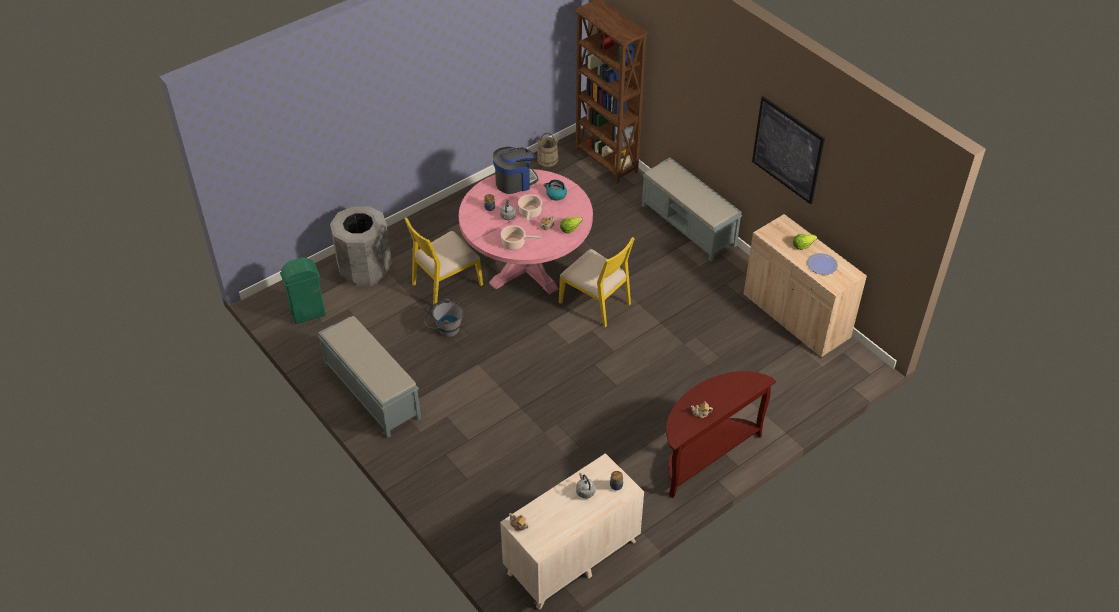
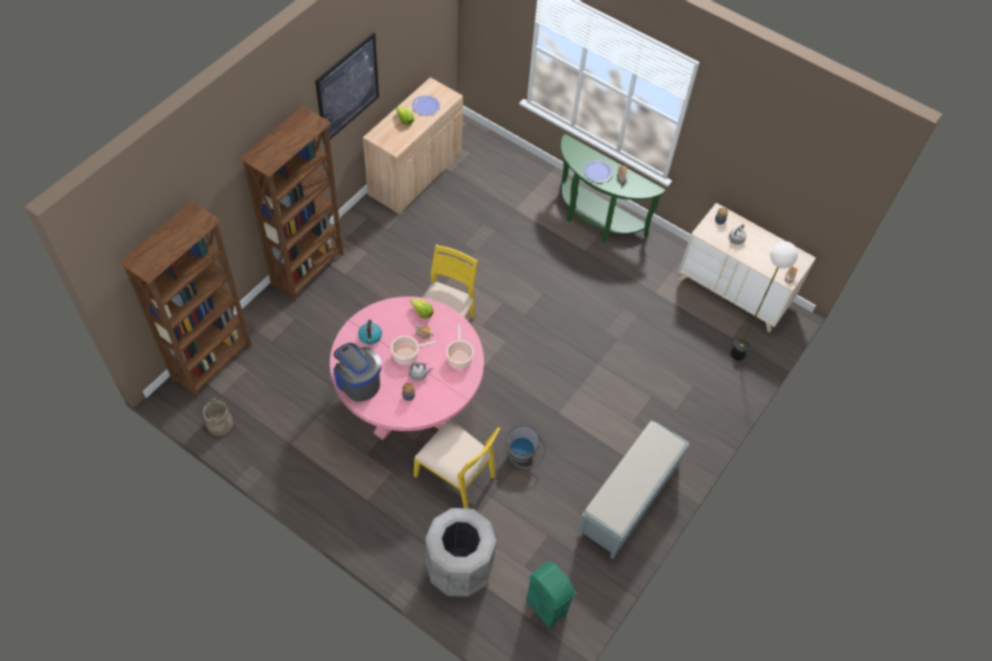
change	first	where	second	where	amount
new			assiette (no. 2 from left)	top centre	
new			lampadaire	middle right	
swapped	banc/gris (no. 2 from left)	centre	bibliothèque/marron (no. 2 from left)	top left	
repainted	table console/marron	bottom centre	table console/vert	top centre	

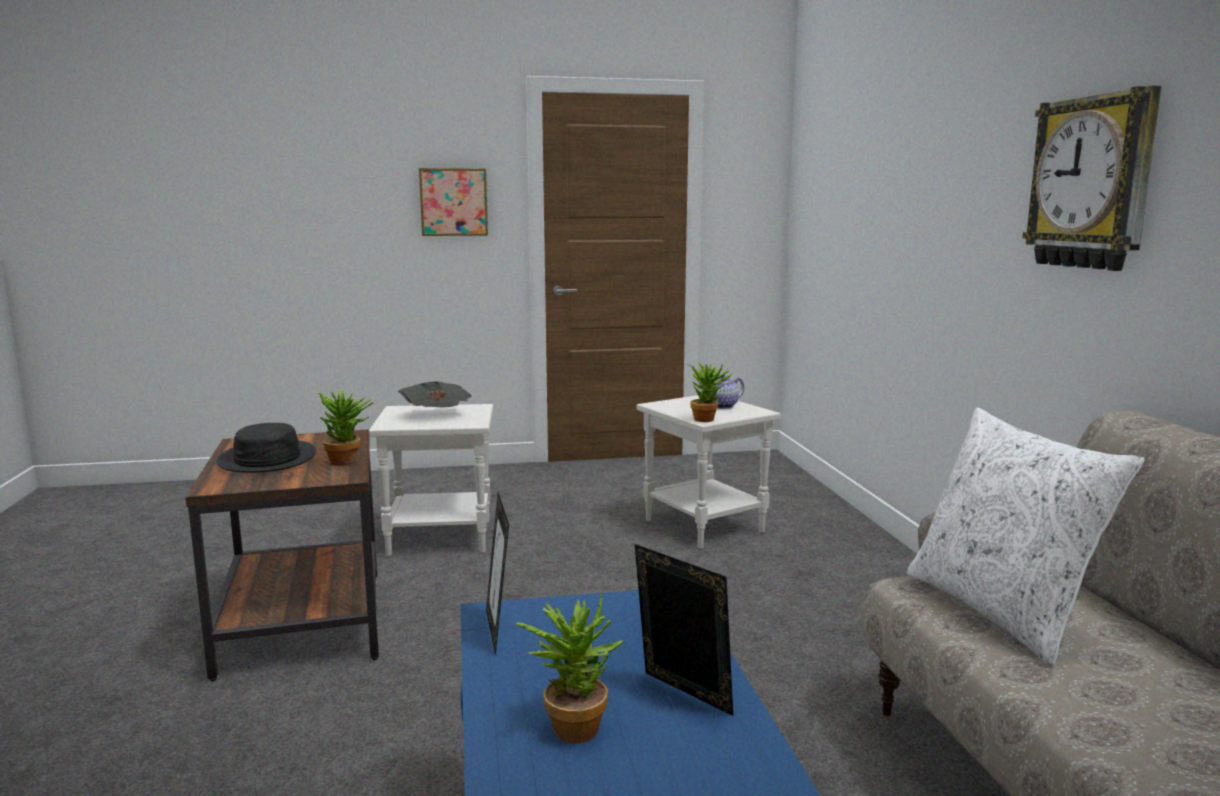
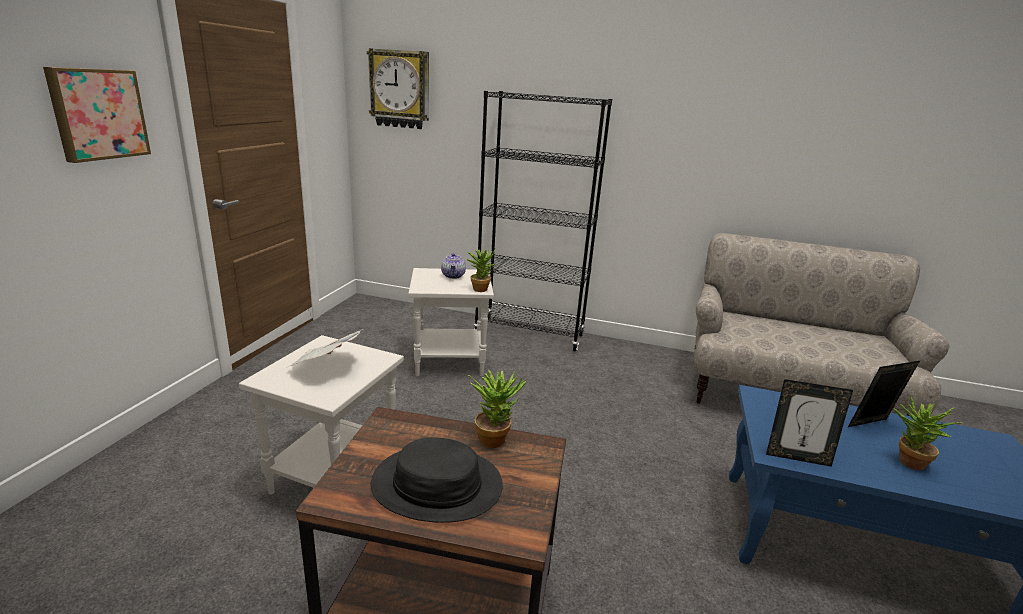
change	first	where	second	where	amount
gone	coussin/blanc	bottom right			
new			bibliothèque/noir	centre	
shifted	horloge murale	top right		top centre	

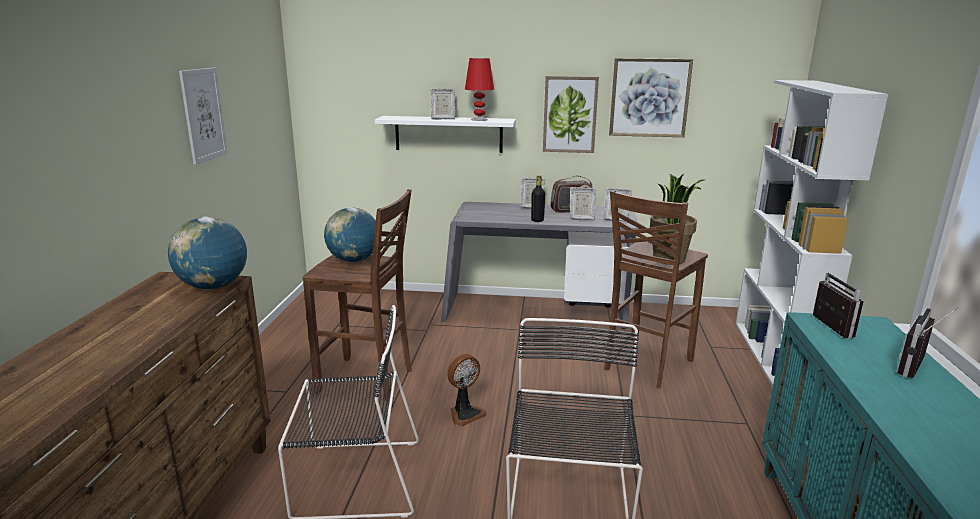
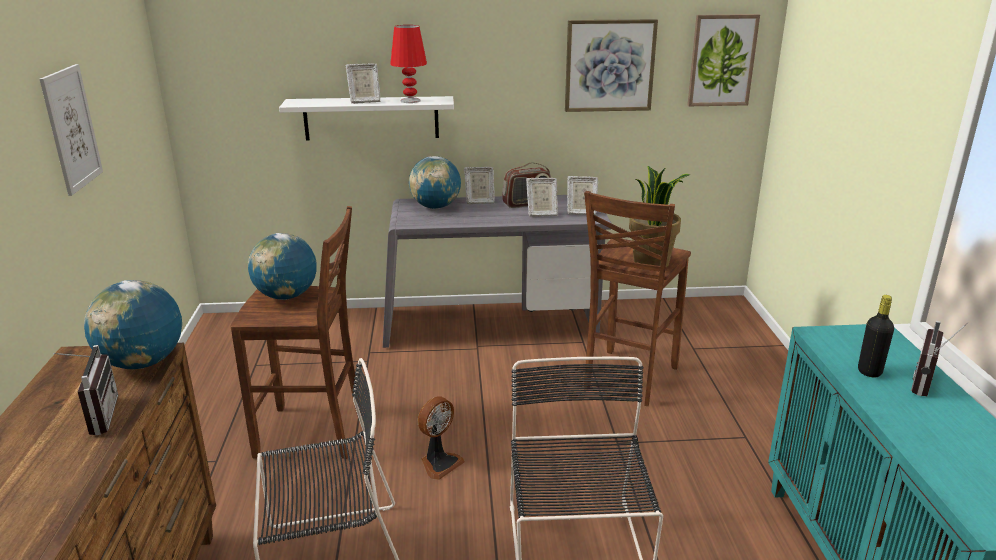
change	first	where	second	where	amount
gone	bibliothèque/blanc	middle right			
new			globe (no. 3 from left)	top centre	
shifted	bouteille/noir	centre		middle right	
shifted	tableau (no. 2 from left in the first image)	top centre	tableau (no. 3 from left)	top right	
shifted	radio (no. 2 from left in the first image)	middle right	radio (no. 1 from left)	bottom left	

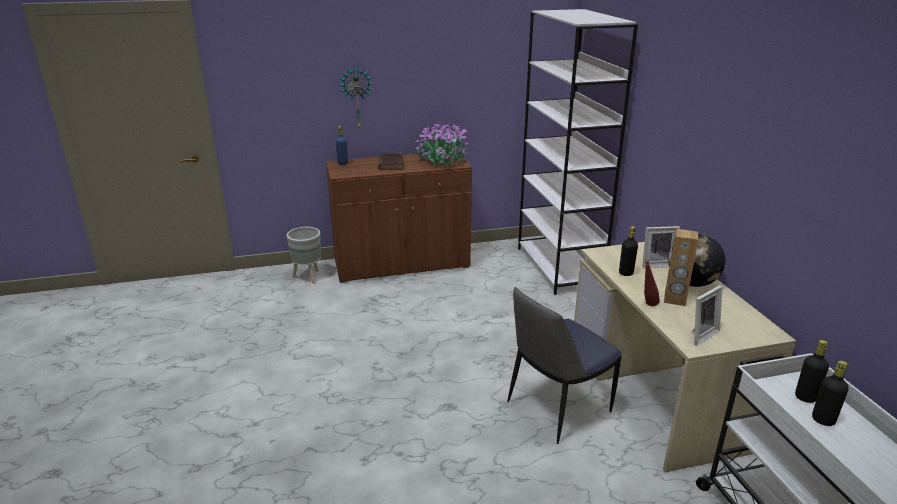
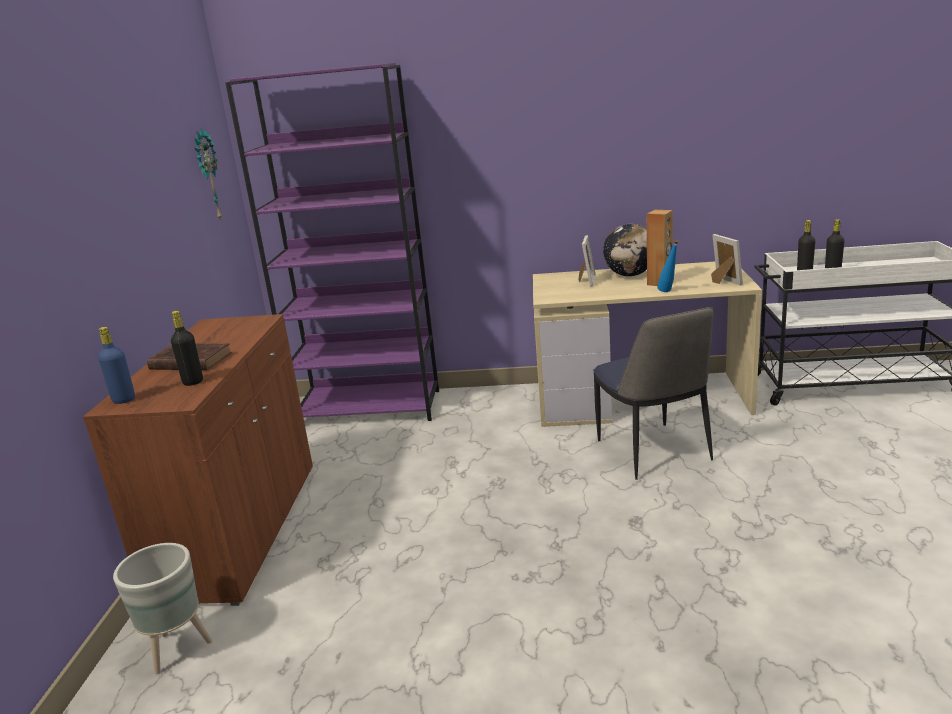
change	first	where	second	where	amount
gone	plante en pot	top centre			
shifted	horloge murale	top centre		top left	
shifted	bouteille/noir (no. 1 from left)	middle right		middle left	
repainted	bibliothèque/blanc	top centre	bibliothèque/violet	centre	
repainted	bouteille/rouge	middle right	bouteille/bleu (no. 2 from left)	middle right	

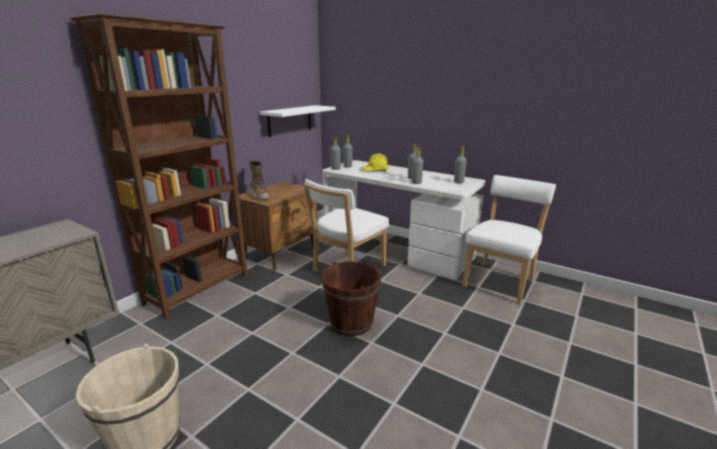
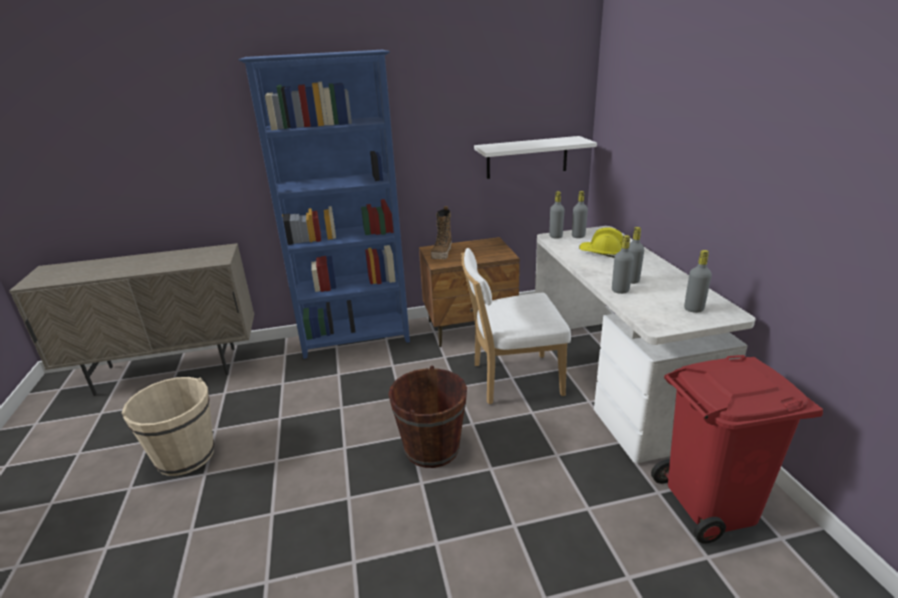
change	first	where	second	where	amount
swapped	chaise/blanc (no. 2 from left)	middle right	poubelle/rouge	bottom right	
repainted	bibliothèque/marron	middle left	bibliothèque/bleu	centre	

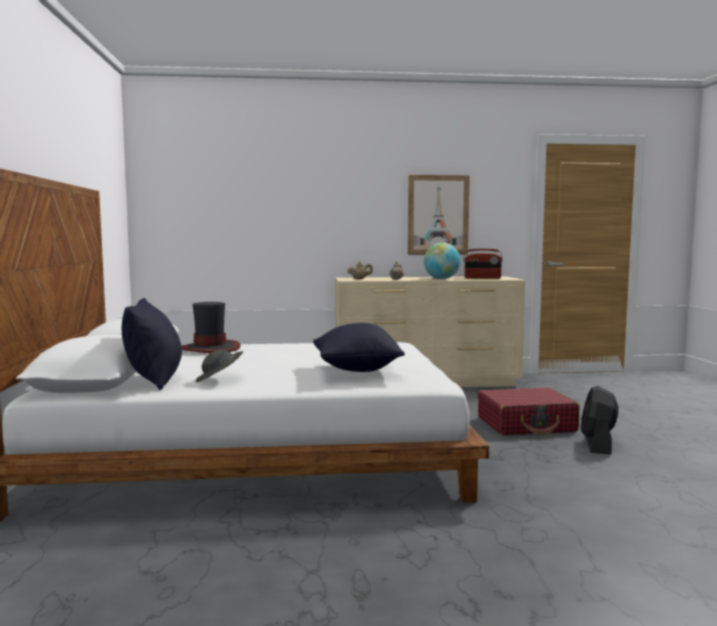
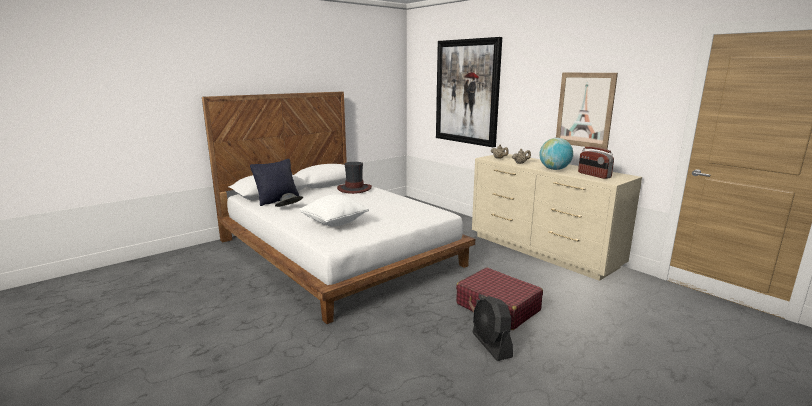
change	first	where	second	where	amount
new			tableau (no. 1 from left)	top centre	
repainted	coussin/noir (no. 2 from left)	centre	coussin/blanc	centre	
rotated	ventilateur/noir	bottom right		bottom centre	90 degrees counterclockwise

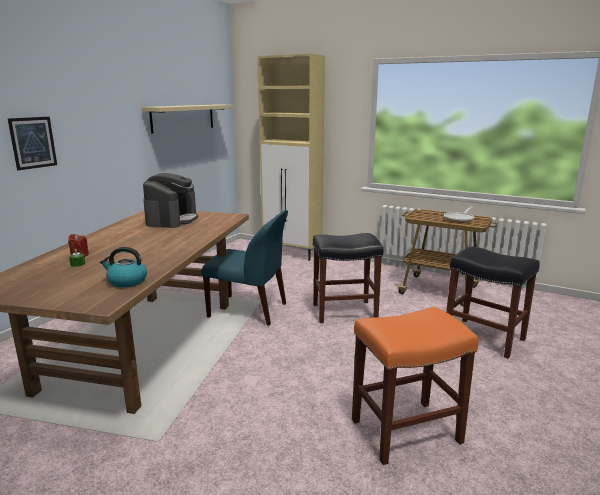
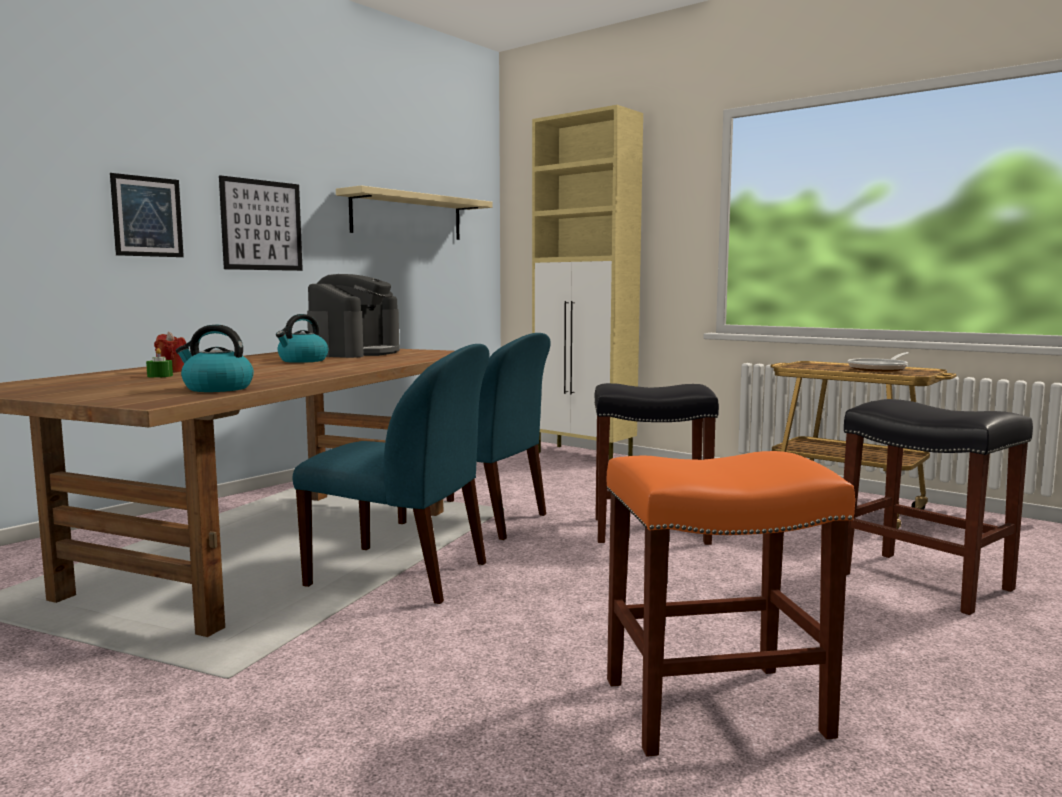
change	first	where	second	where	amount
new			tableau (no. 2 from left)	top left	
new			bouilloire (no. 2 from left)	middle left	
new			chaise/bleu (no. 1 from left)	centre	

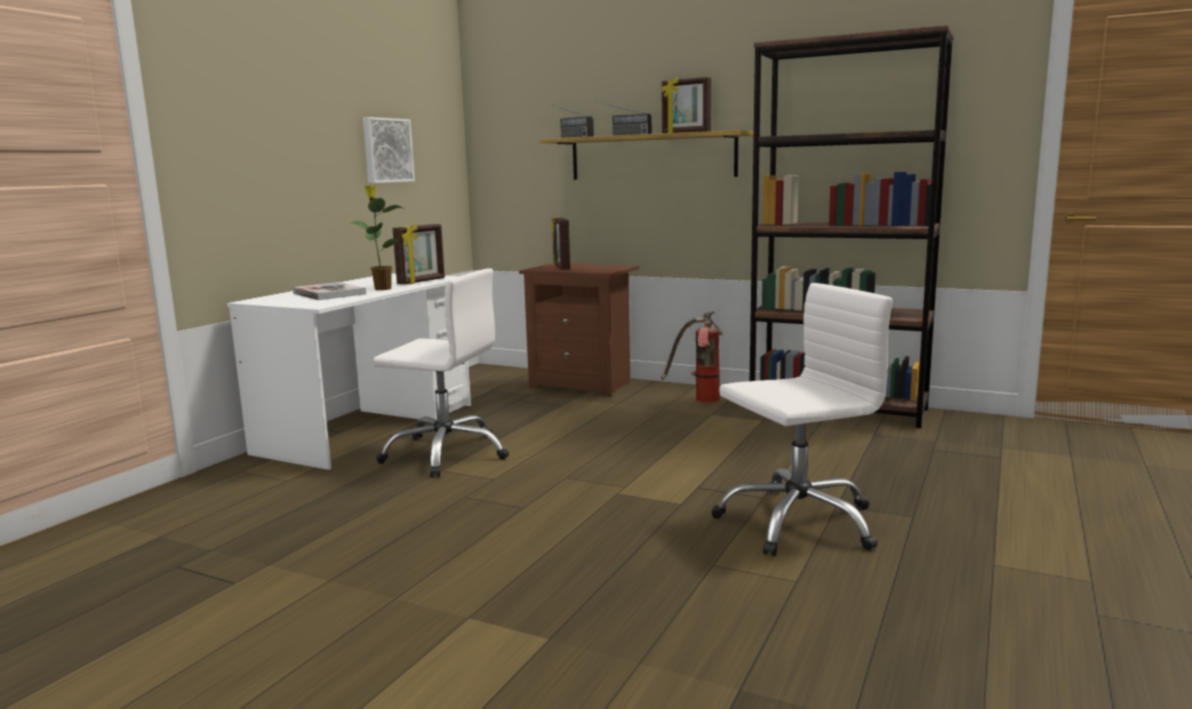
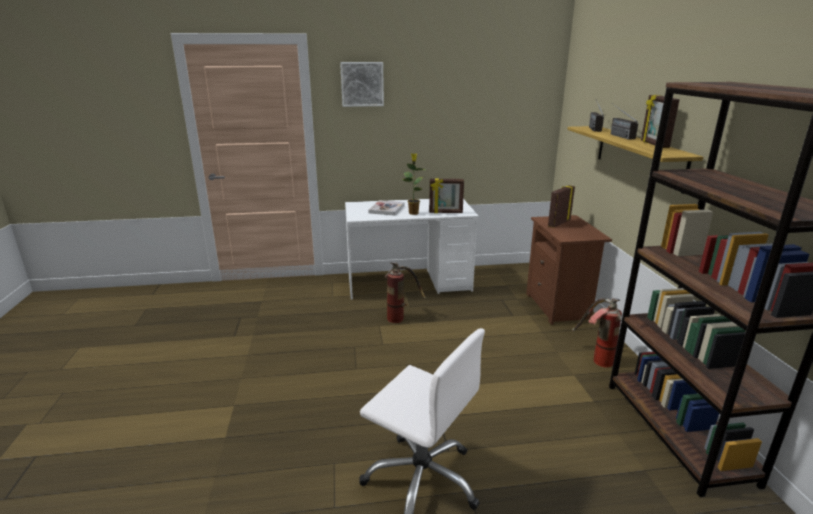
change	first	where	second	where	amount
shifted	tableau	top left		top centre	
swapped	chaise de bureau/blanc (no. 1 from left)	centre	extincteur (no. 1 from left)	centre	

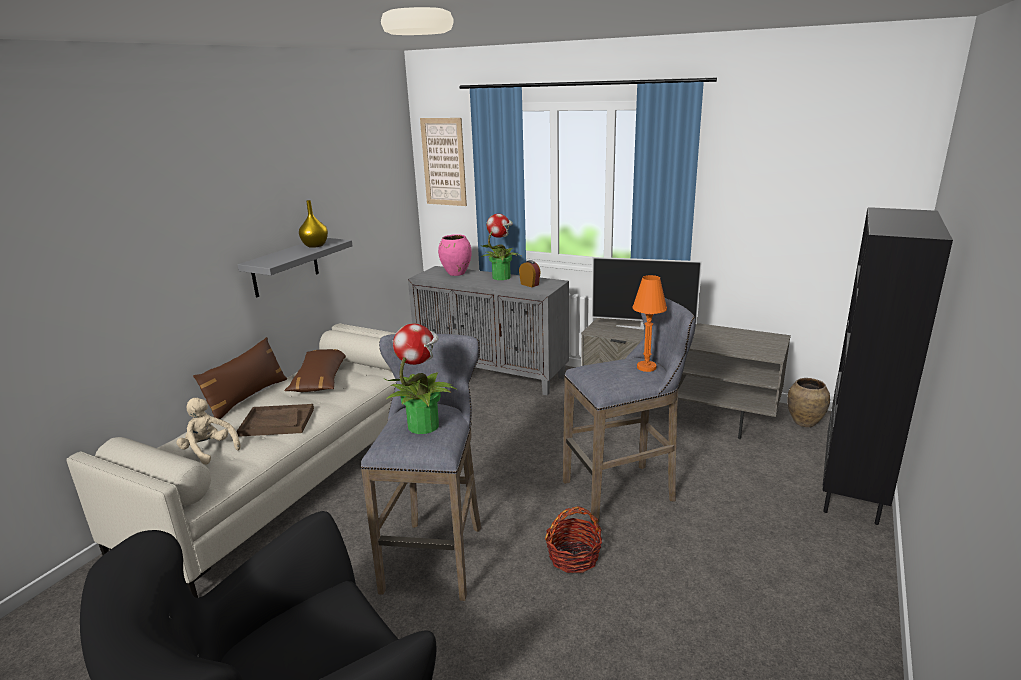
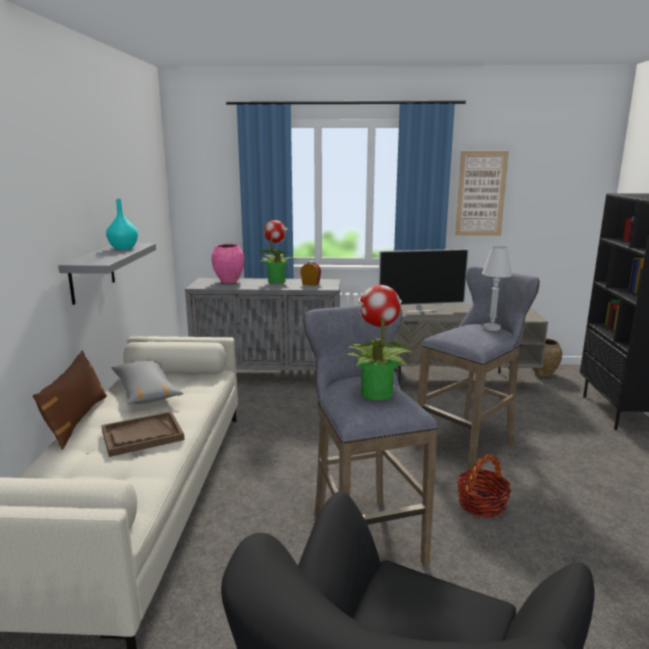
change	first	where	second	where	amount
gone	peluche/beige	middle left			
shifted	tableau	top centre		top right	
repainted	coussin/marron (no. 2 from left)	middle left	coussin/gris	middle left	
repainted	vase/jaune	top left	vase/turquoise	middle left	
repainted	lampe de table/orange	centre	lampe de table/blanc	middle right	

